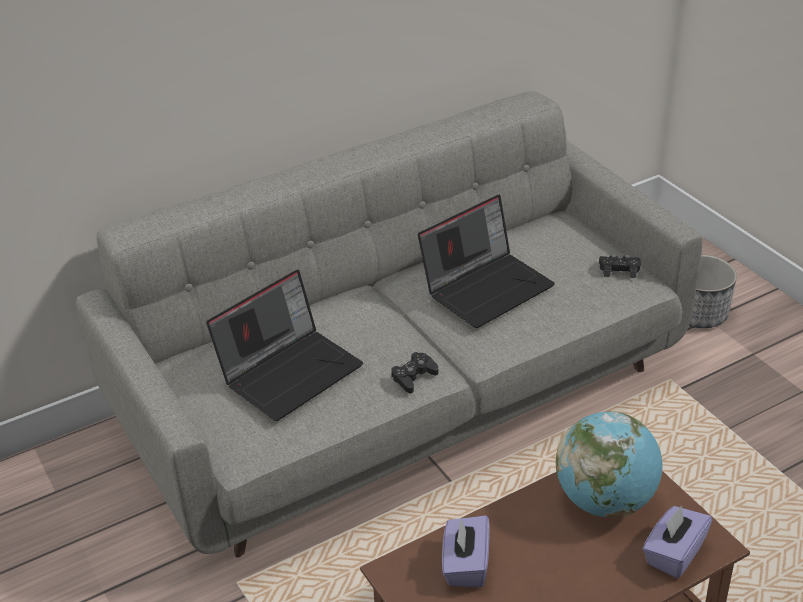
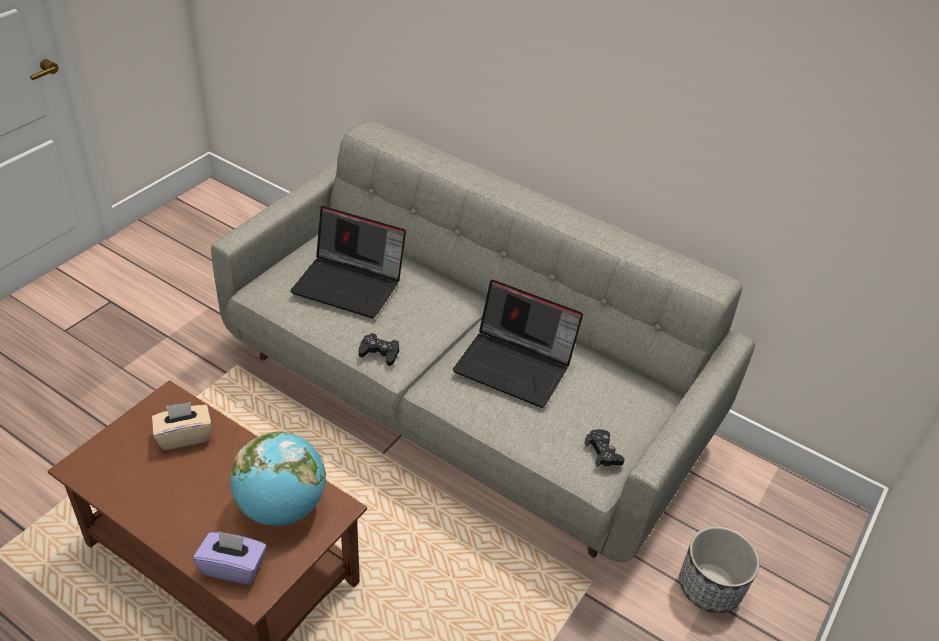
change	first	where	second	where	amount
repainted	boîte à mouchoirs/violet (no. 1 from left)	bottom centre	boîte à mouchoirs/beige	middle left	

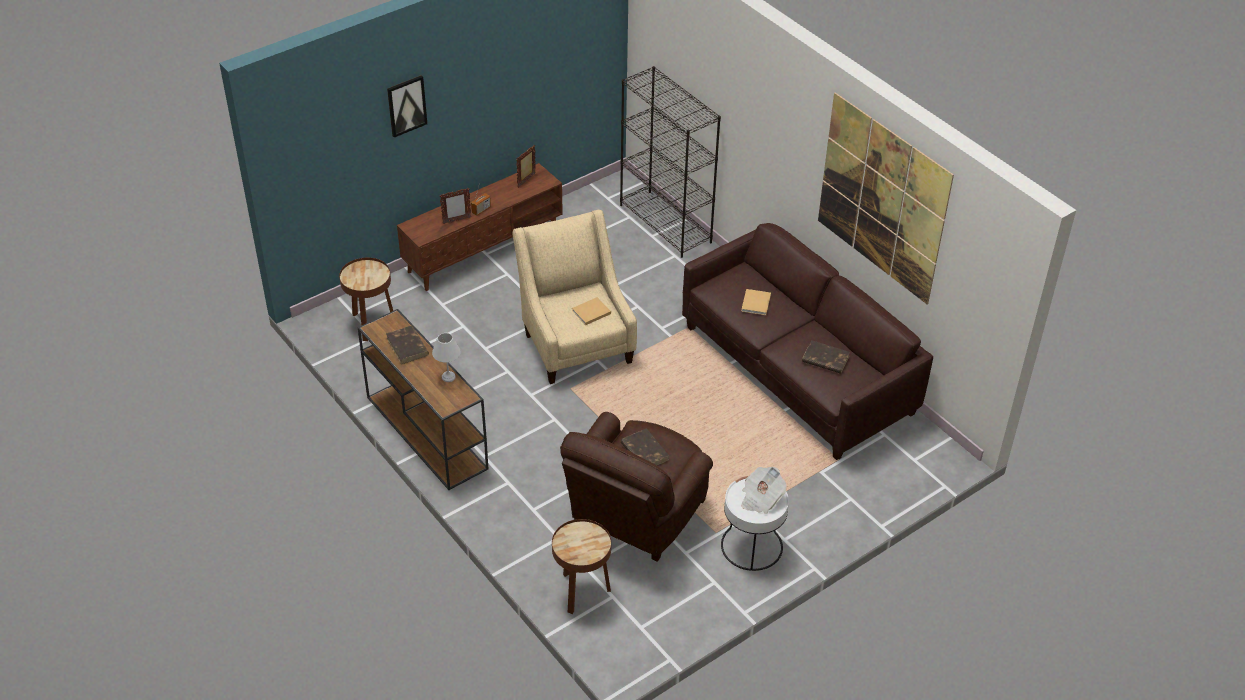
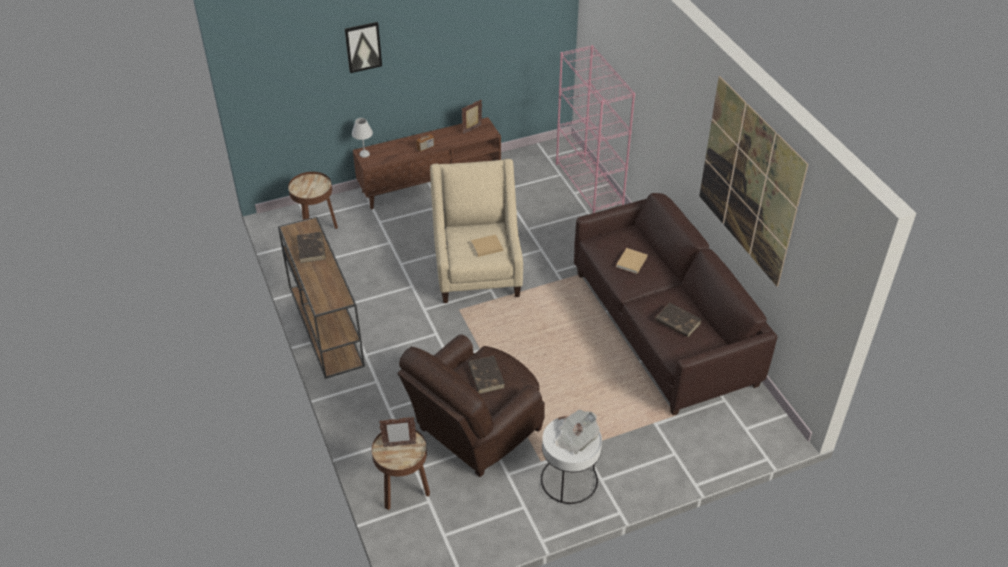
change	first	where	second	where	amount
shifted	lampe de table/blanc	centre		top centre	
shifted	cadre photo (no. 1 from left)	top centre		bottom centre	
repainted	bibliothèque/noir	top centre	bibliothèque/rose	top centre	

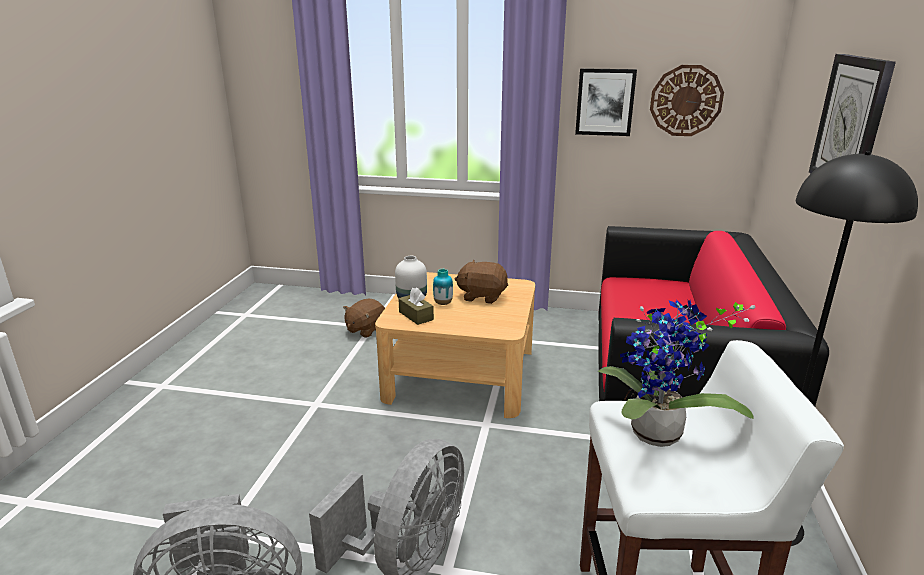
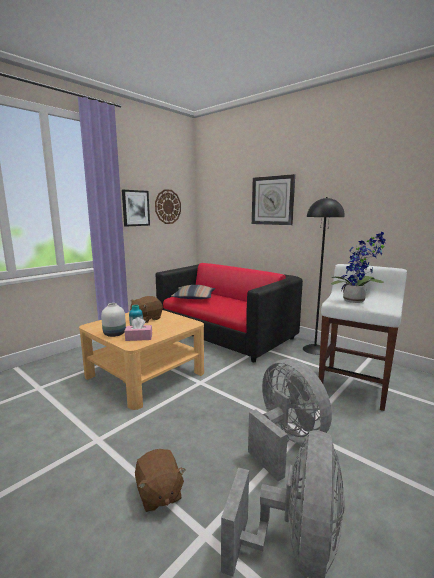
change	first	where	second	where	amount
new			coussin	centre	
shifted	peluche/marron (no. 1 from left in the first image)	centre	peluche/marron (no. 2 from left)	bottom centre	
repainted	boîte à mouchoirs/marron	centre	boîte à mouchoirs/rose	middle left	

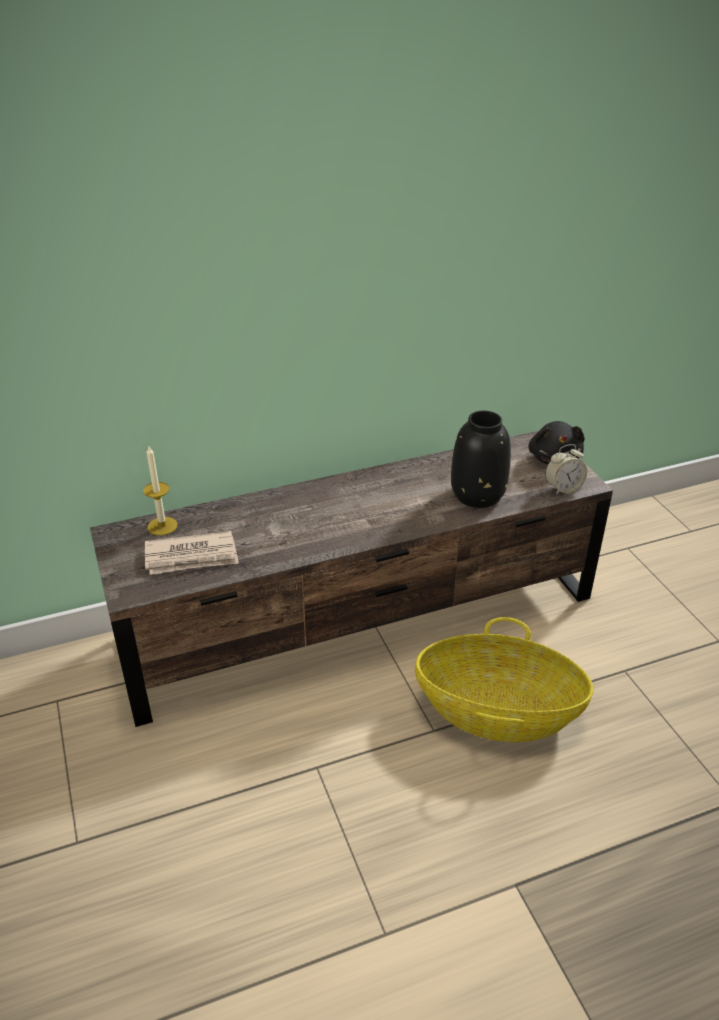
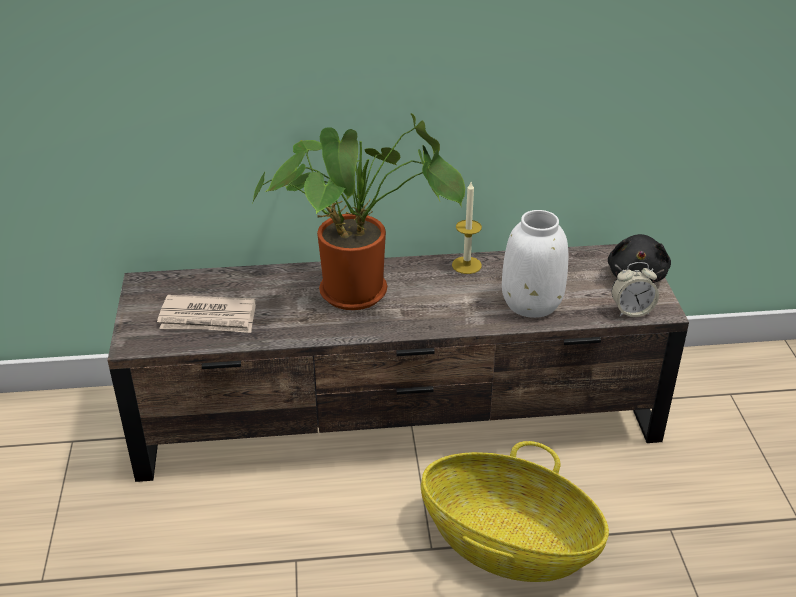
change	first	where	second	where	amount
new			plante en pot	centre	
shifted	bougie	middle left		centre	
repainted	vase/noir	middle right	vase/blanc	middle right	

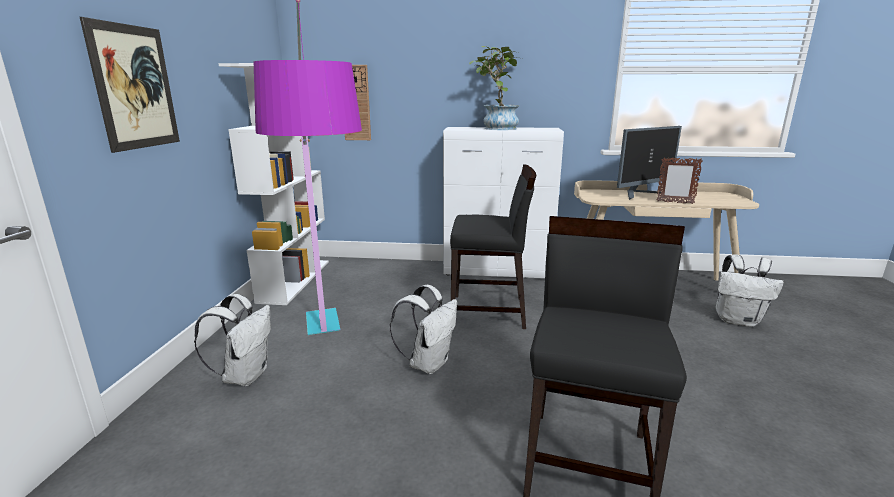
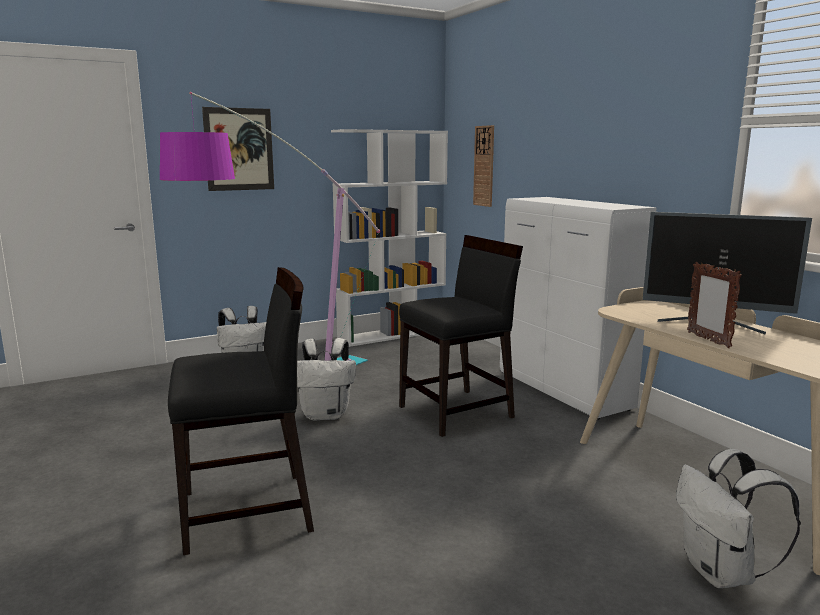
change	first	where	second	where	amount
gone	plante en pot	top centre			
rotated	chaise/noir (no. 1 from left in the first image)	centre	chaise/noir (no. 2 from left)	centre	90 degrees counterclockwise

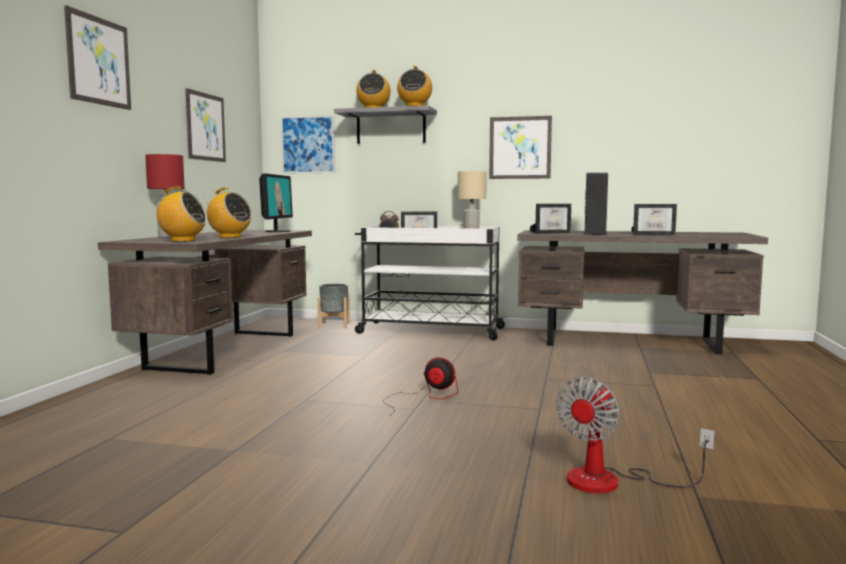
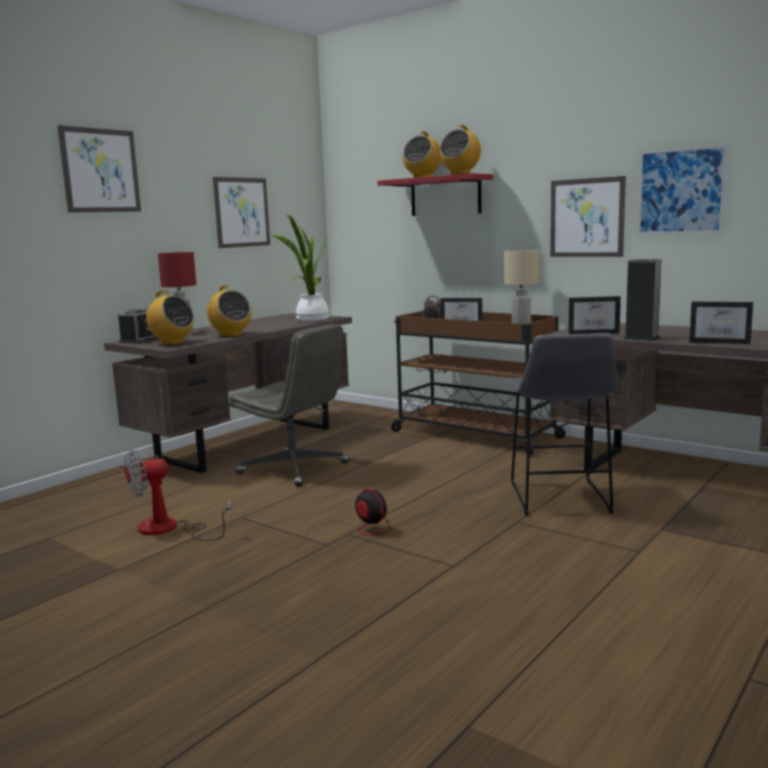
change	first	where	second	where	amount
gone	cache-pot/gris	centre			
new			réveil (no. 1 from left)	middle left	
new			chaise de bureau/gris	centre	
new			tabouret/gris	middle right	
shifted	tableau (no. 3 from left in the first image)	top centre	tableau (no. 4 from left)	top right	
shifted	ventilateur (no. 2 from left in the first image)	bottom right	ventilateur (no. 1 from left)	middle left	
swapped	écran d'ordinateur	middle left	plante en pot	centre	
repainted	étagère/gris	top centre	étagère/rouge	top centre	
repainted	chariot/blanc	centre	chariot/marron	centre	

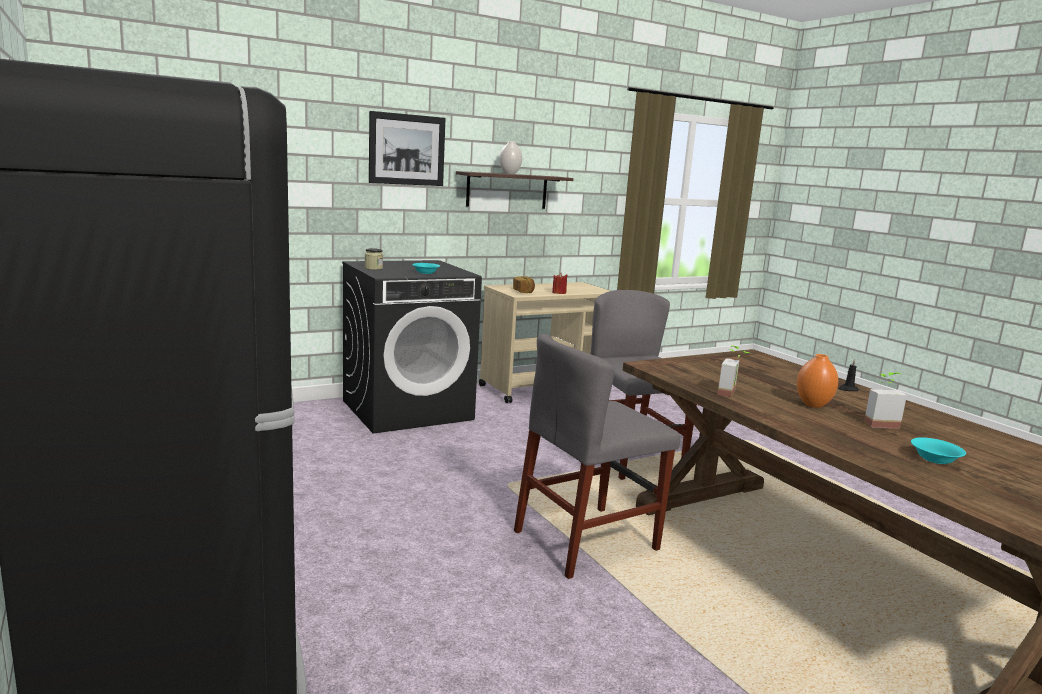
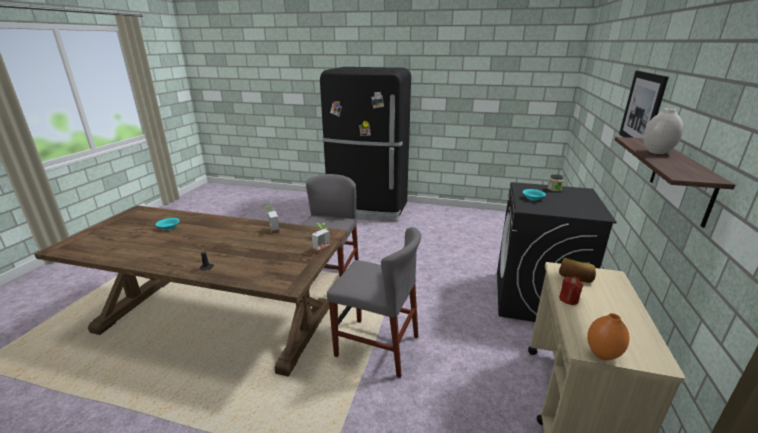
change	first	where	second	where	amount
shifted	vase/orange	middle right		bottom right	
shifted	plante en pot (no. 2 from left)	middle right		centre	

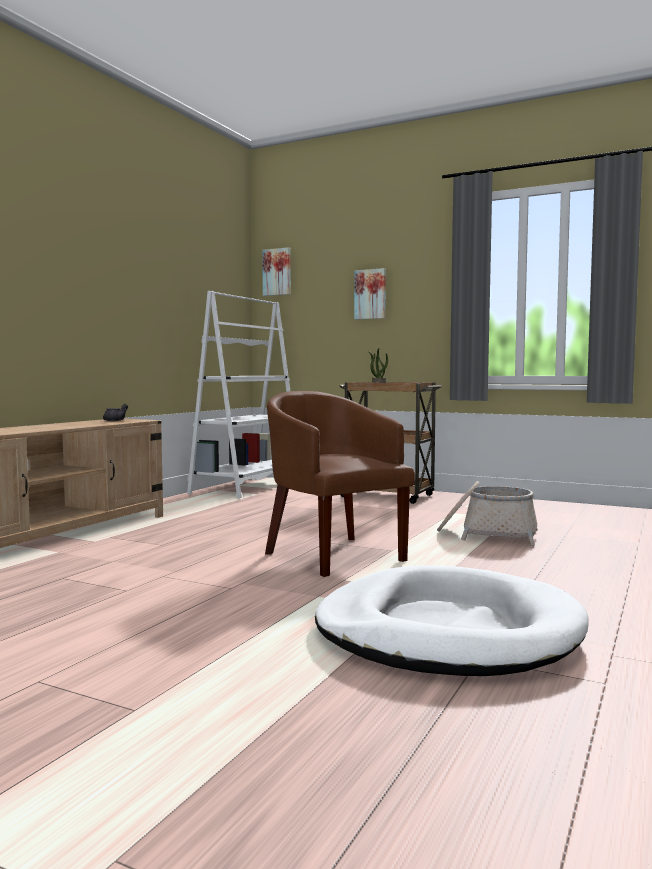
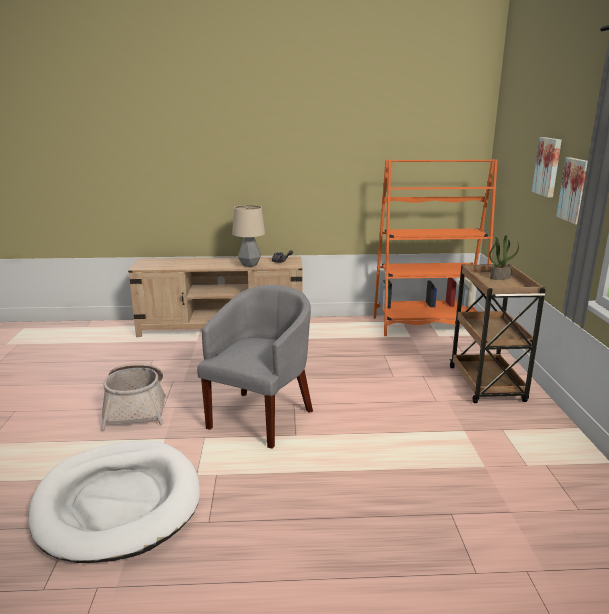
change	first	where	second	where	amount
new			lampe de table	centre	
shifted	tableau (no. 1 from left in the first image)	top centre	tableau (no. 2 from left)	top right	
shifted	panier	middle right		middle left	
repainted	bibliothèque/blanc	centre	bibliothèque/orange	middle right	
repainted	fauteuil/marron	centre	fauteuil/gris	centre	

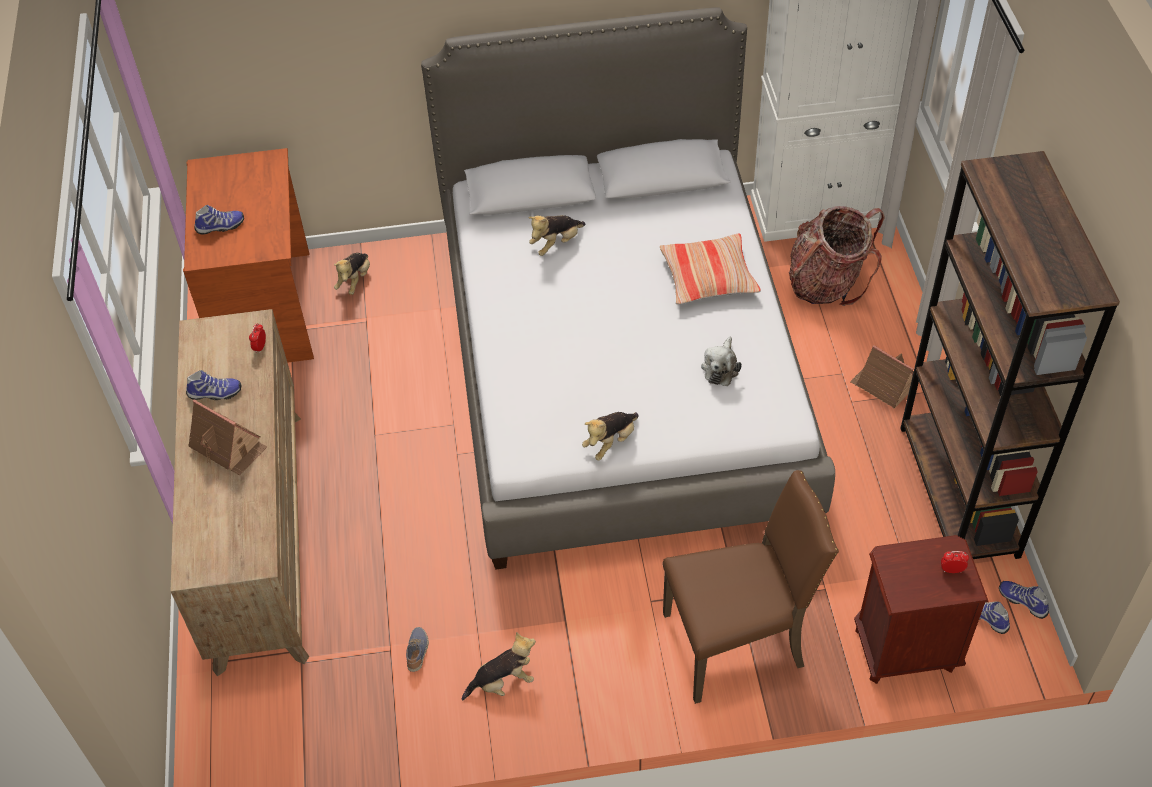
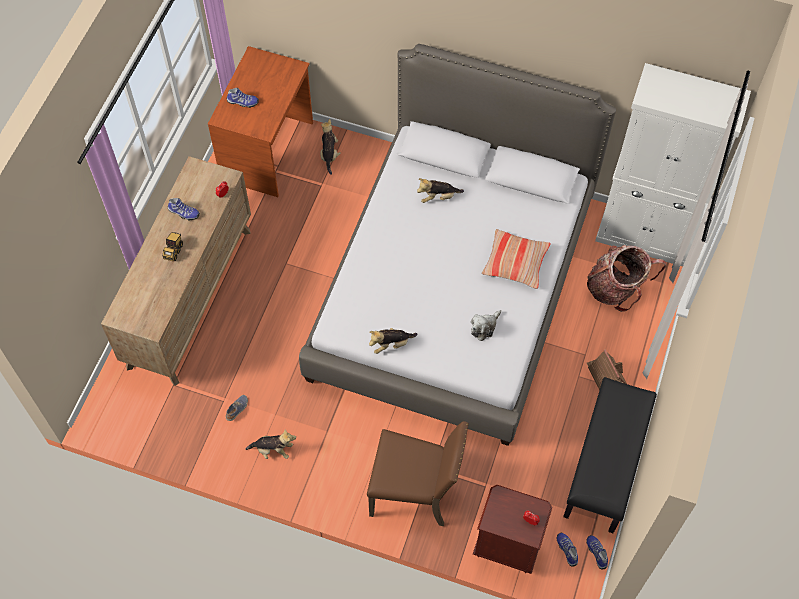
change	first	where	second	where	amount
swapped	maison miniature (no. 1 from left)	middle left	camion jouet	middle left	
swapped	bibliothèque/marron	middle right	banc/noir	bottom right	
rotated	peluche (no. 1 from left in the first image)	middle left	peluche (no. 2 from left)	top centre	135 degrees clockwise

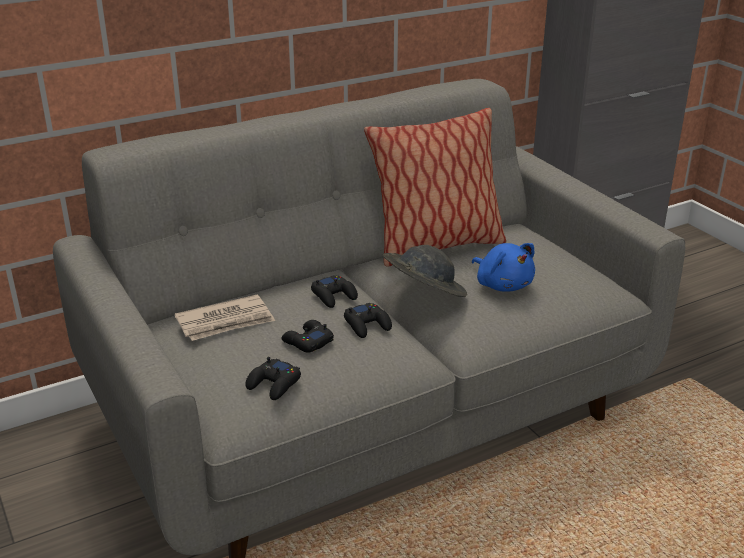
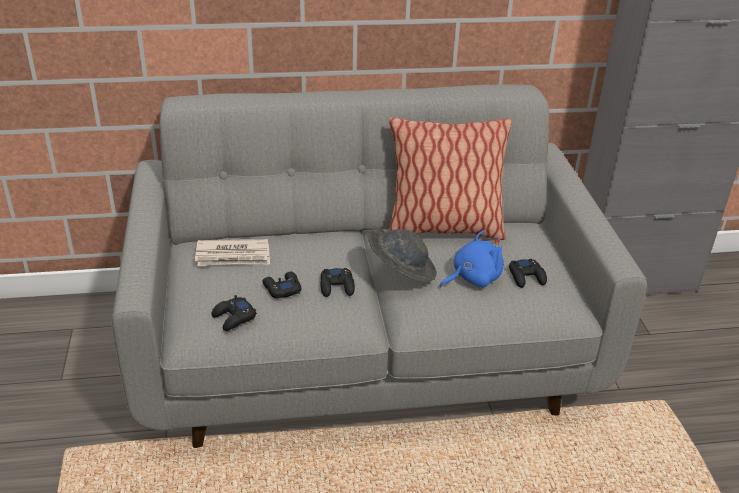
change	first	where	second	where	amount
shifted	manette/noir (no. 3 from left in the first image)	centre	manette/noir (no. 4 from left)	middle right	
rotated	peluche/bleu	middle right		centre	105 degrees counterclockwise

